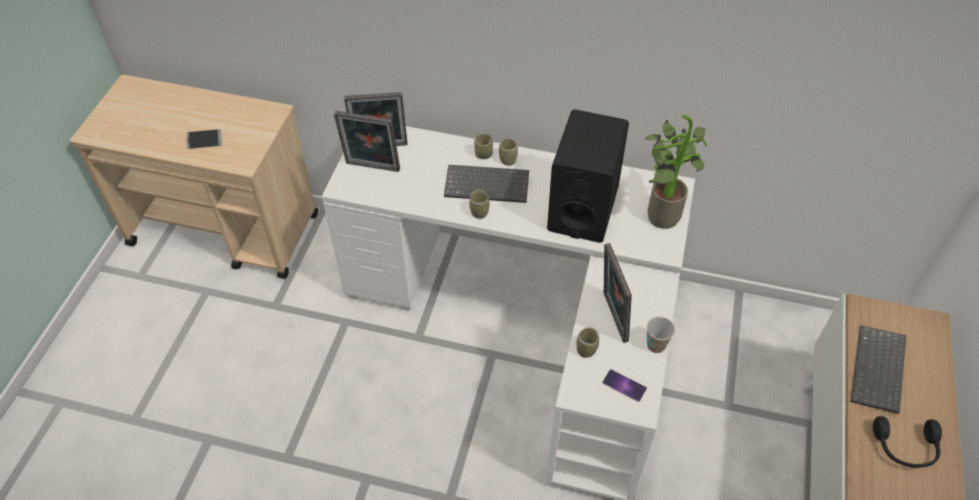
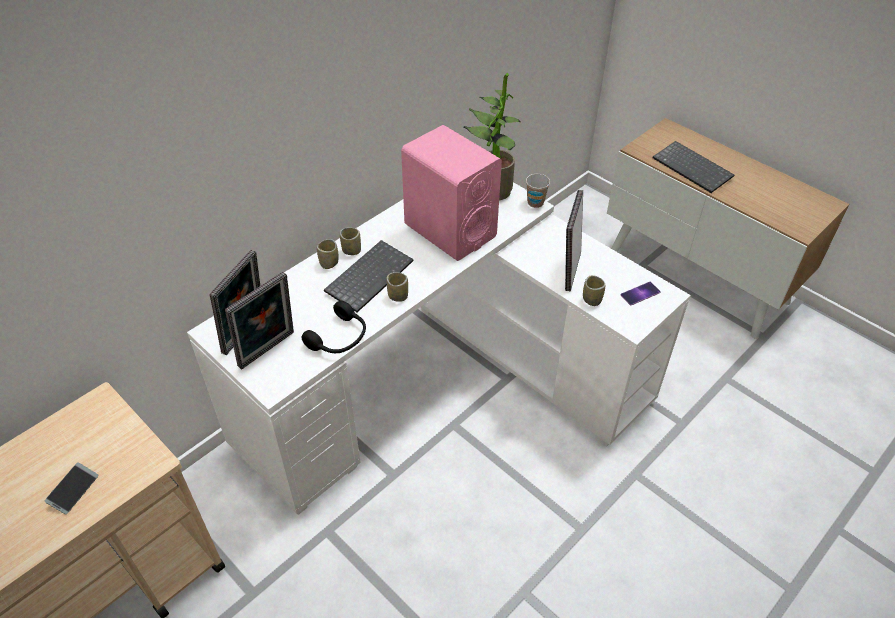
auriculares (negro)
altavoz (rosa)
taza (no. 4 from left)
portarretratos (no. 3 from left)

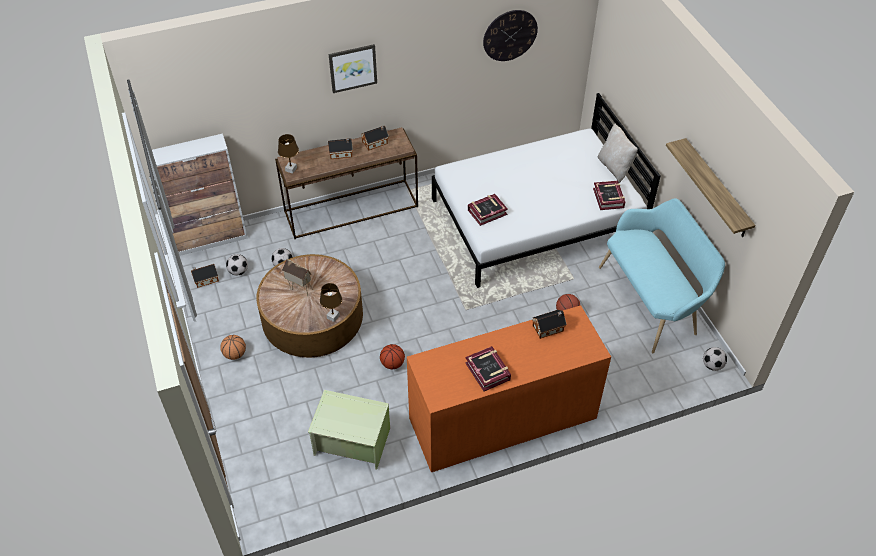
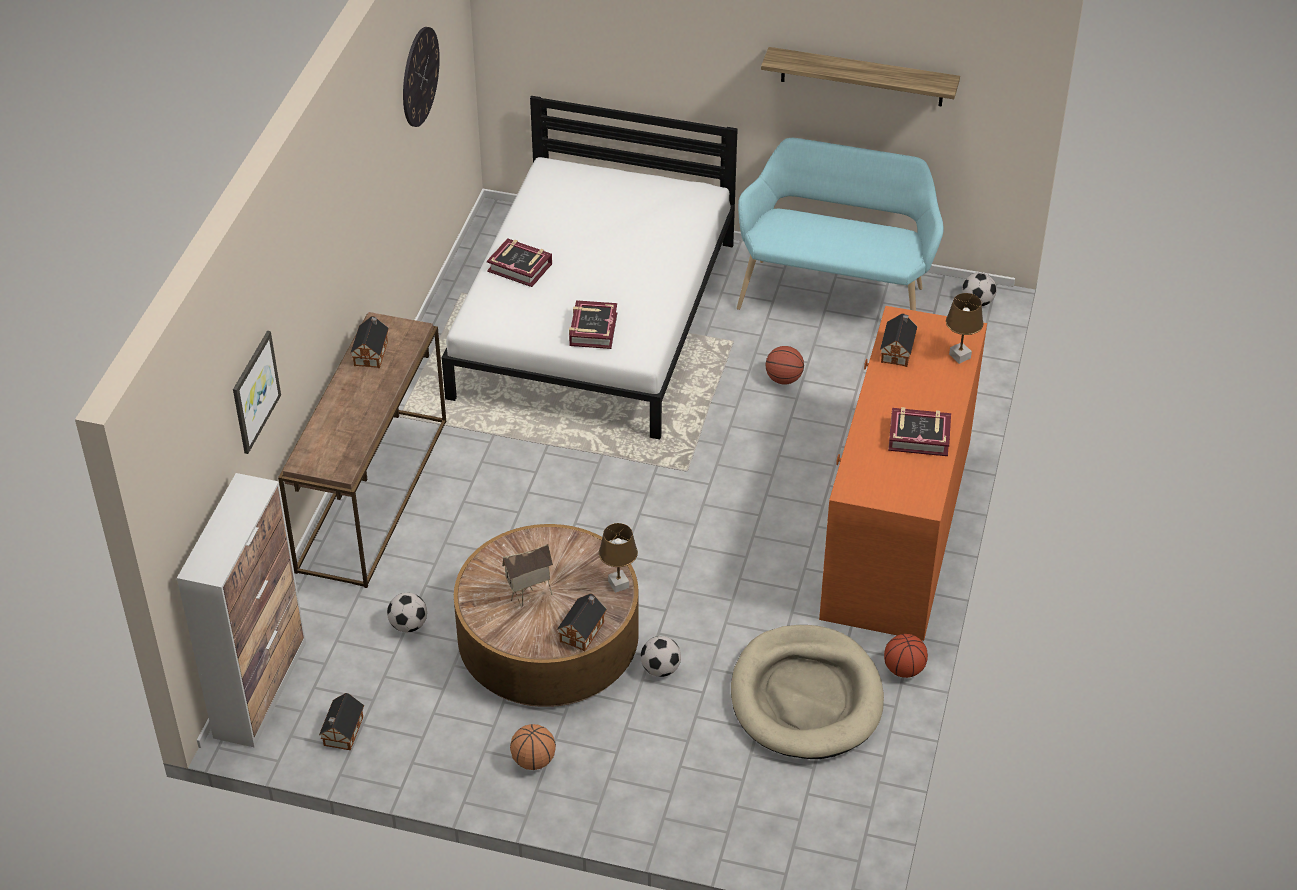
cuadro
libro (no. 1 from left)
casita (no. 4 from left)
balón de fútbol (no. 2 from left)
cama para perro (beis)
balón de baloncesto (no. 3 from left)
lámpara de mesa (marrón) (no. 2 from left)
cojín (beis)

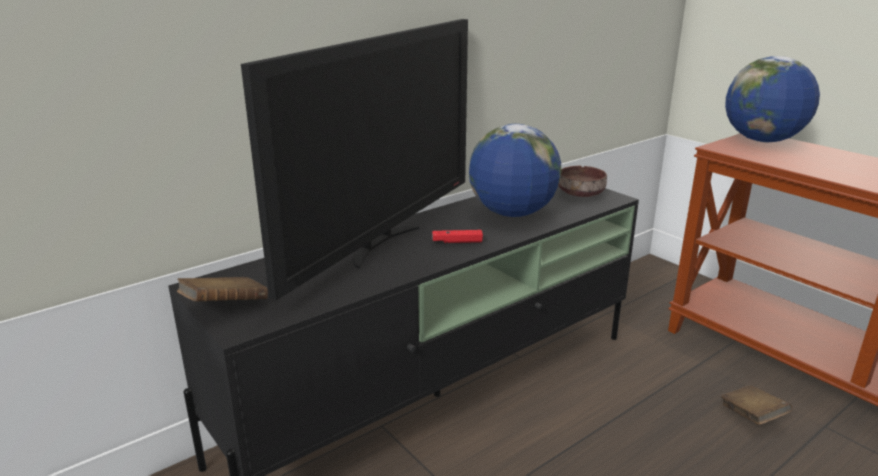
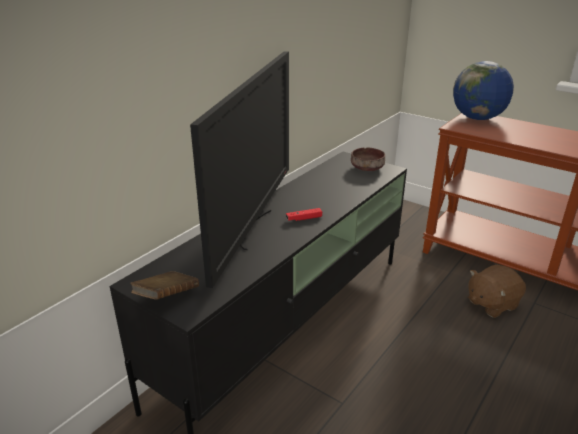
peluche (marrón)
globo terráqueo (no. 1 from left in the first image)

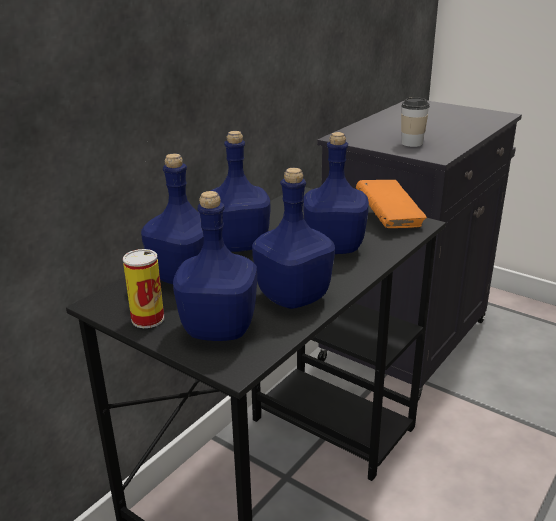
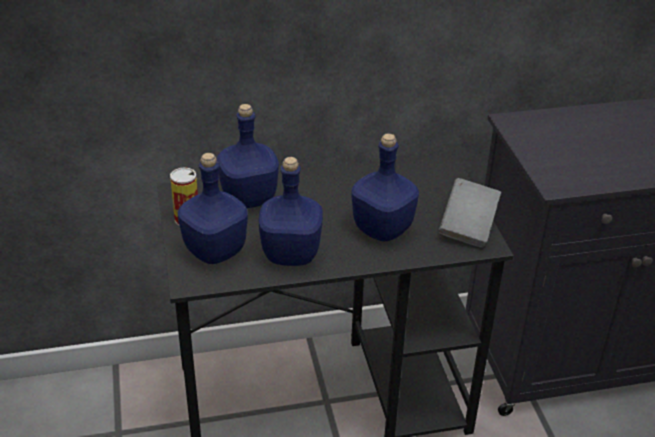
libro (gris)
botella (azul) (no. 3 from left in the first image)
taza

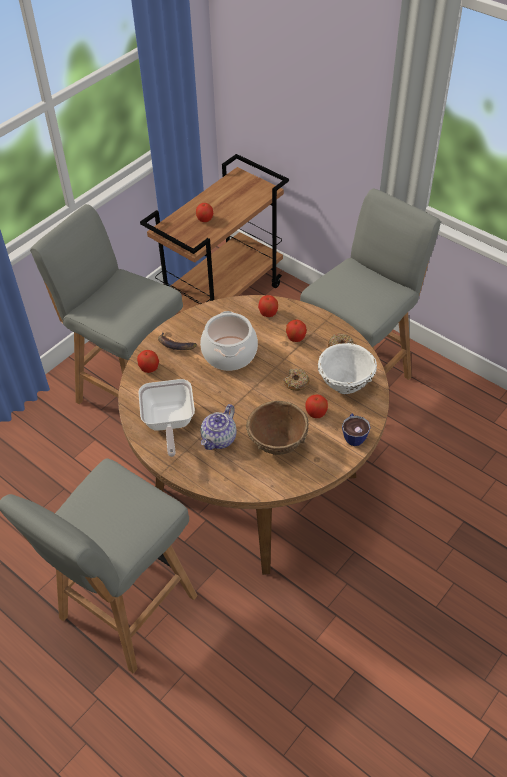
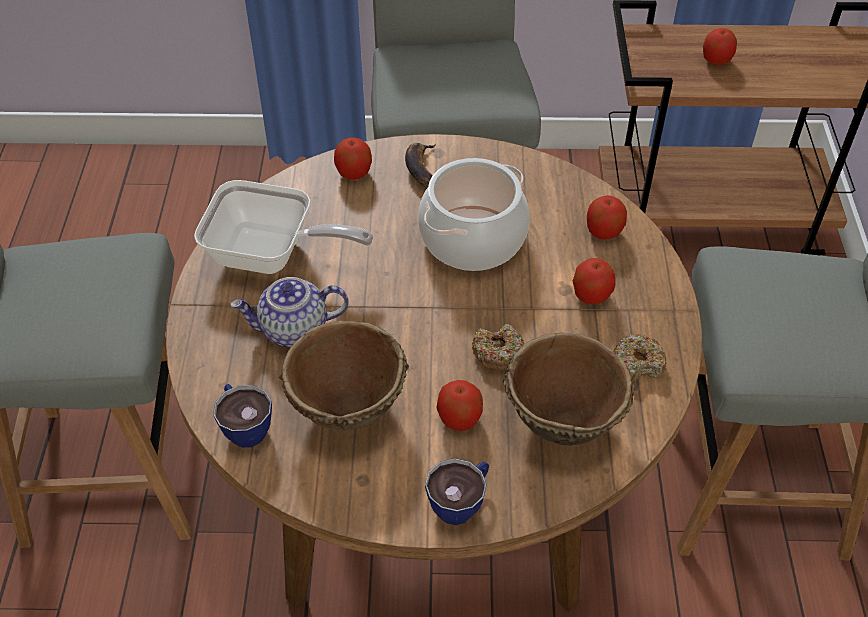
sartén
taza (no. 1 from left)
cuenco (marrón) (no. 2 from left)

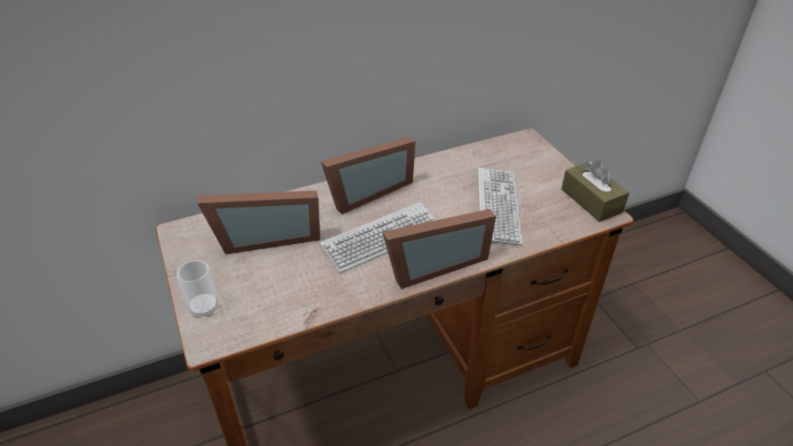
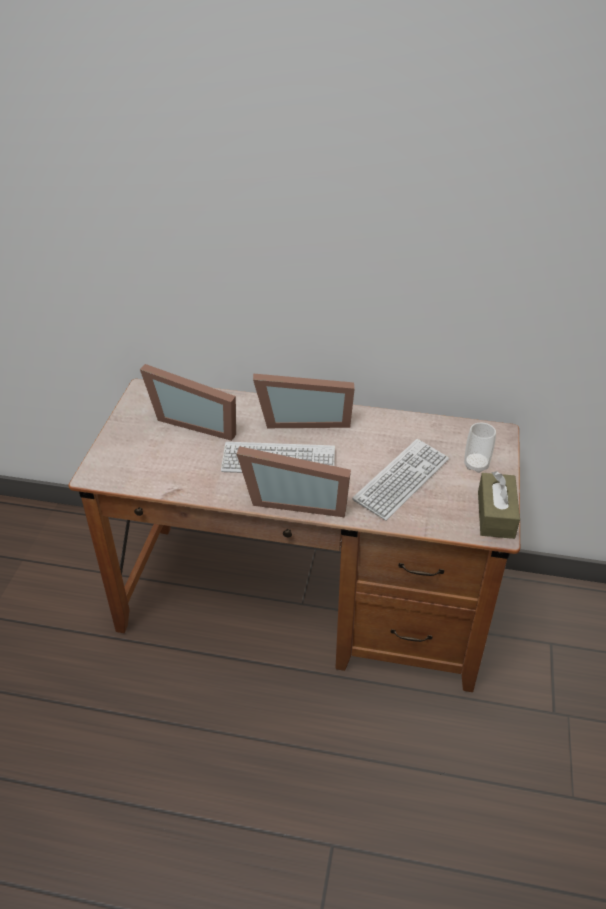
taza

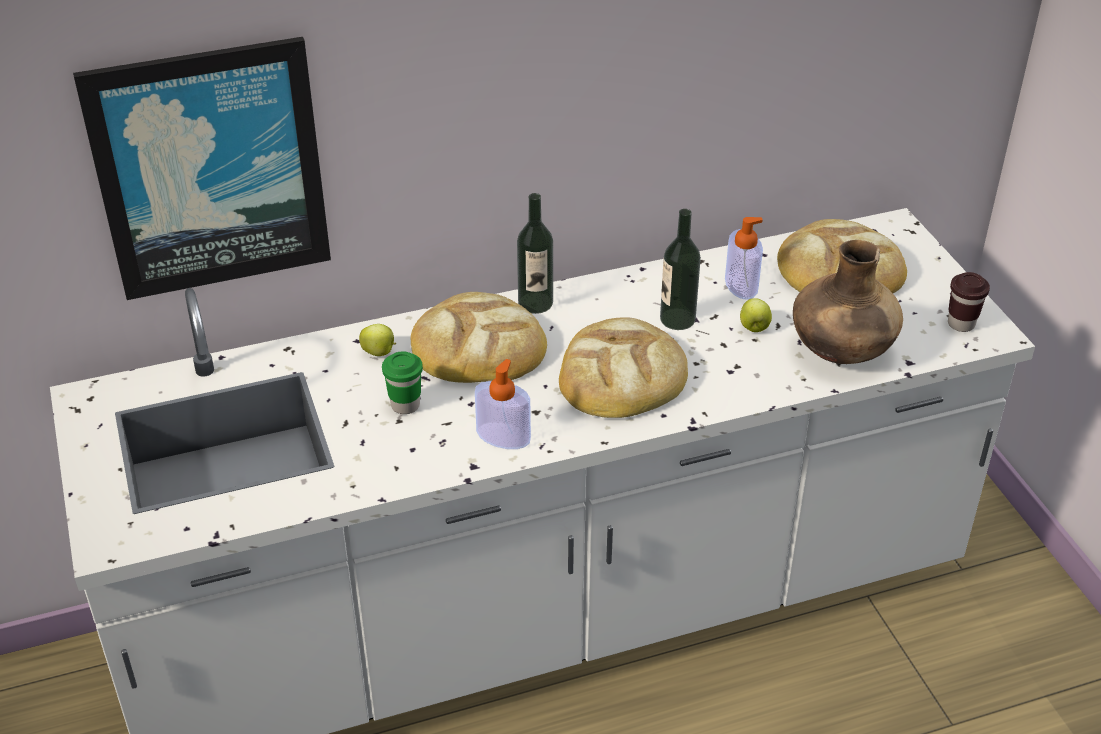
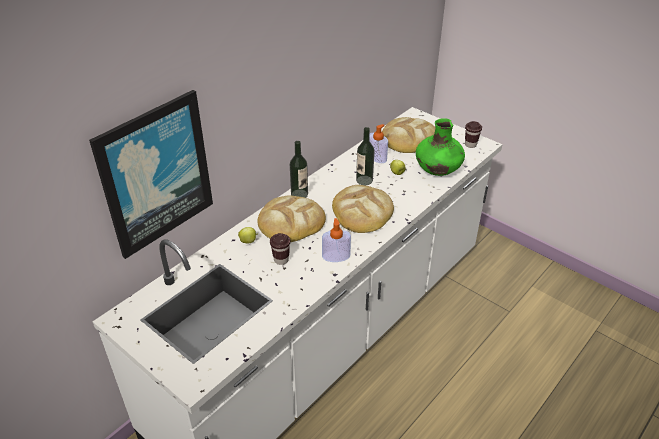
taza (marrón) (no. 1 from left)
florero (verde)

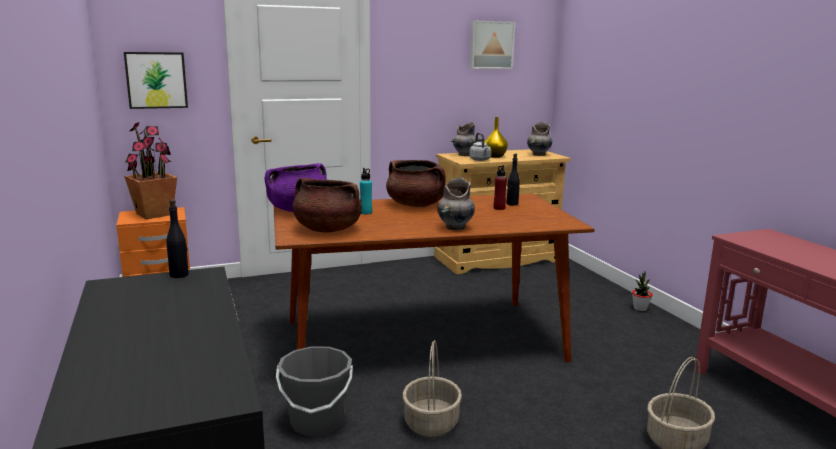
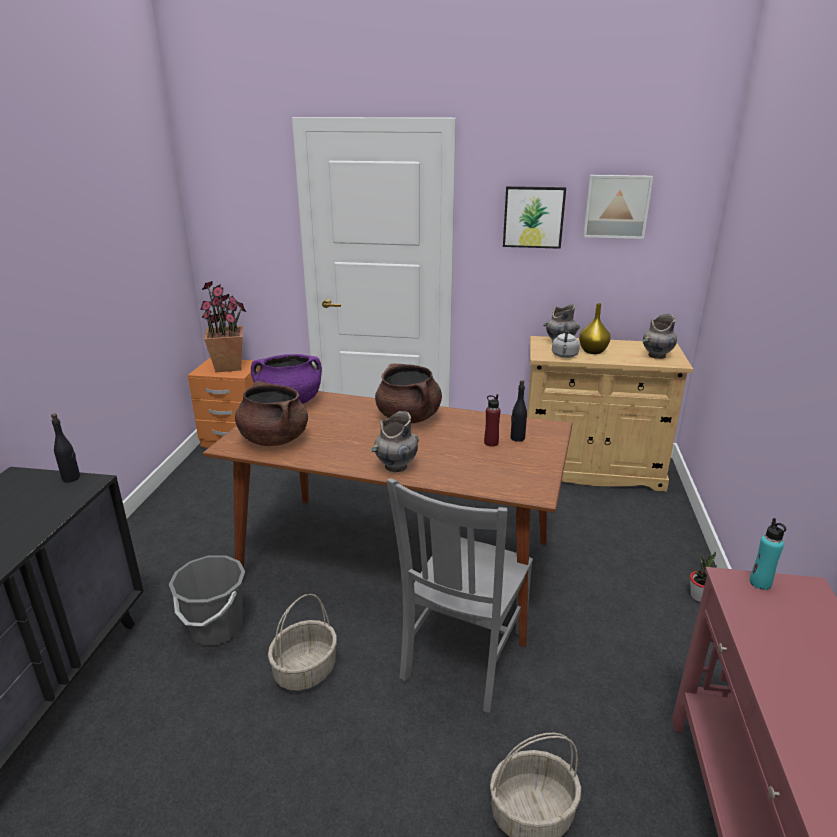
silla (gris)
cuadro (no. 1 from left)
botella (turquesa)

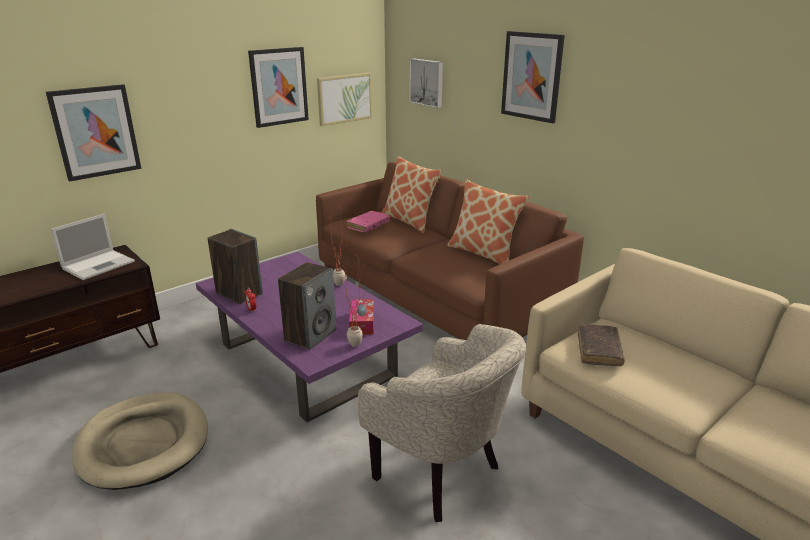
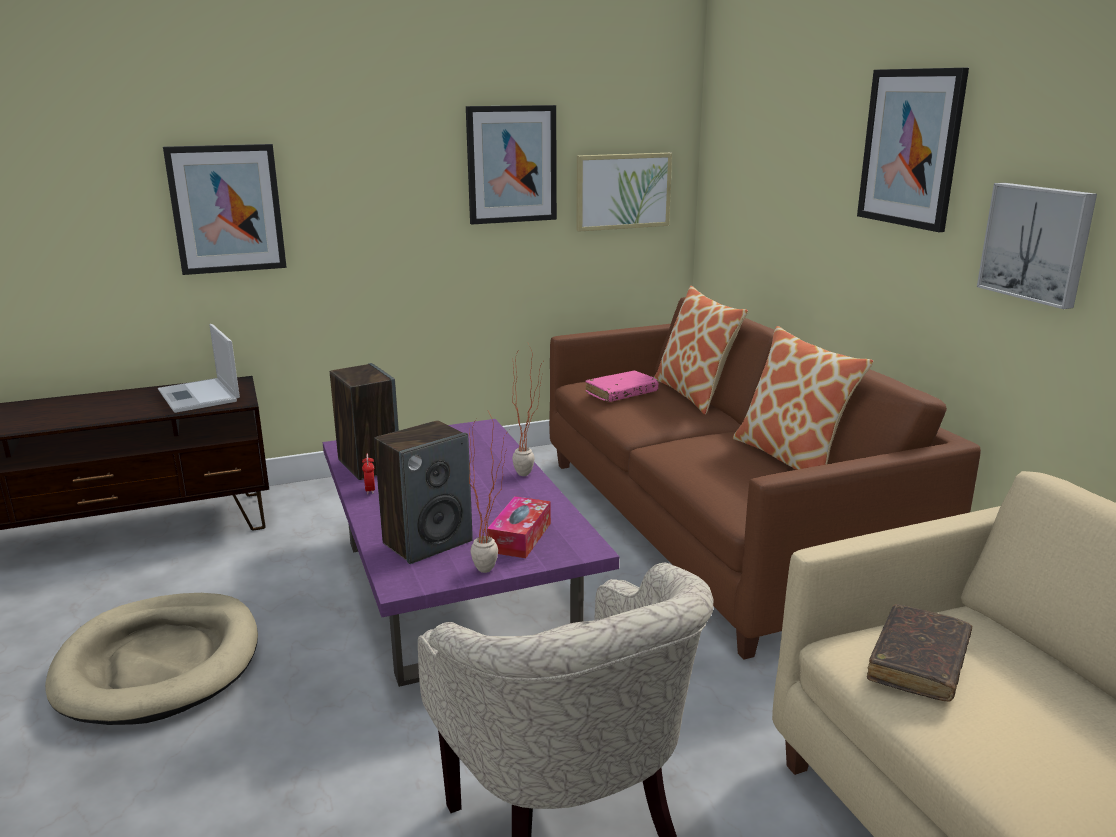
portátil
cuadro (no. 5 from left)

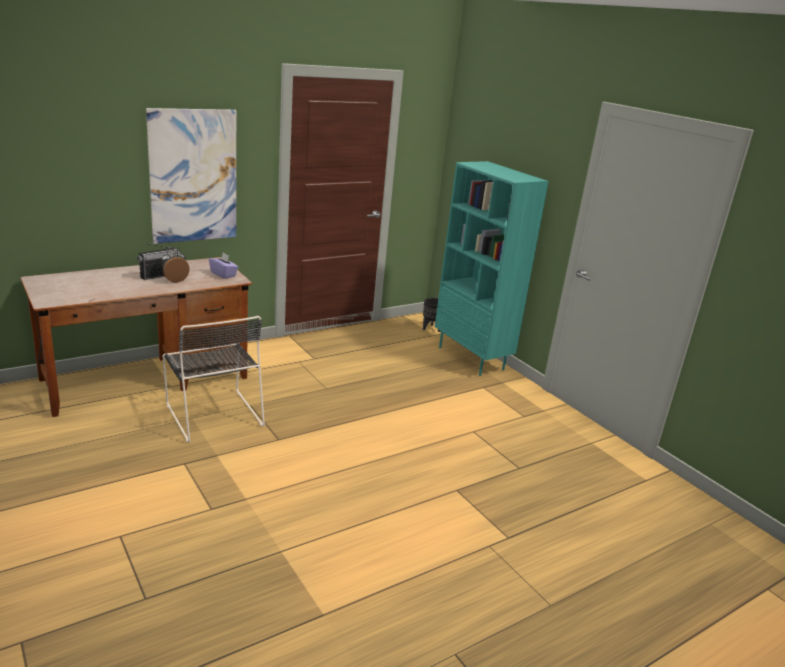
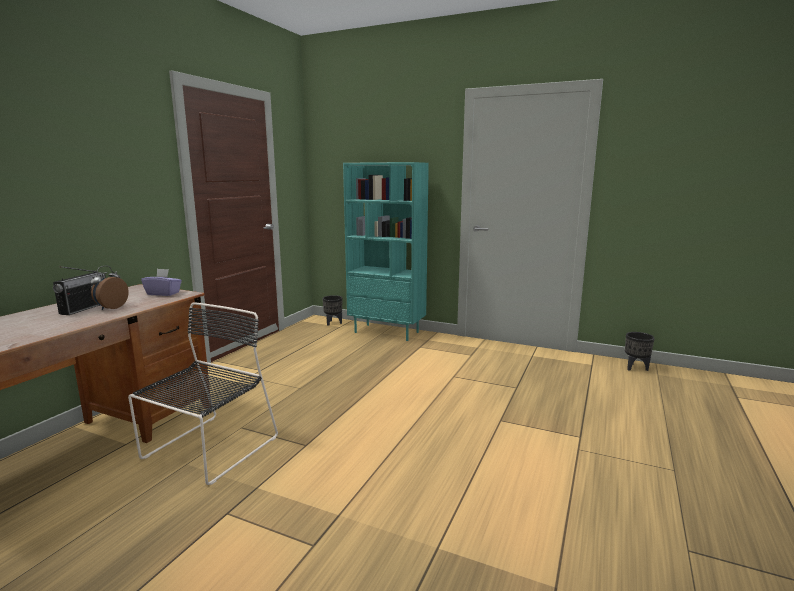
silla (negro)
maceta (negro) (no. 2 from left)
cuadro

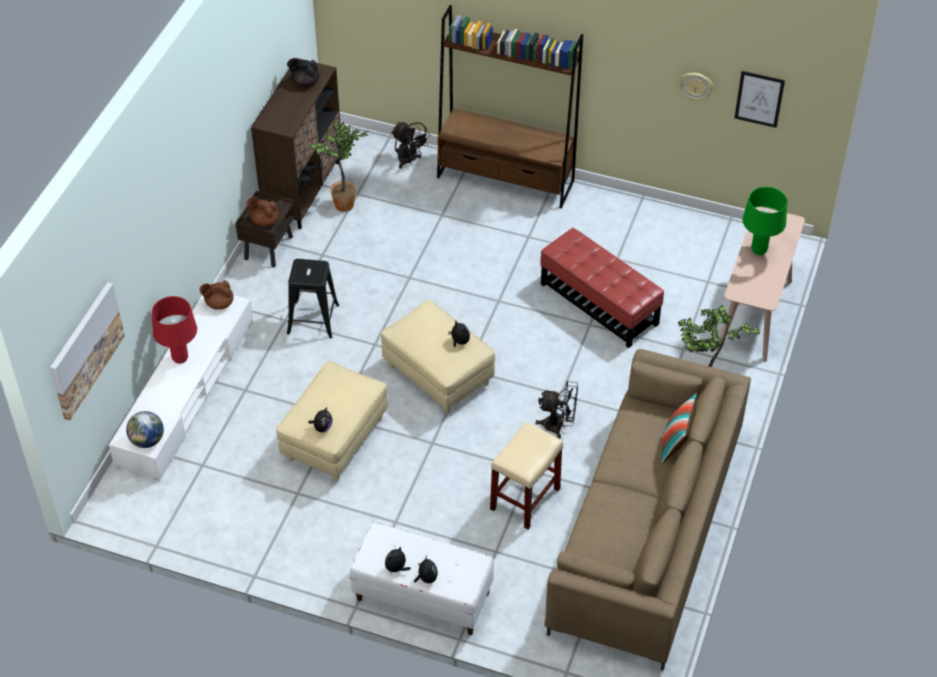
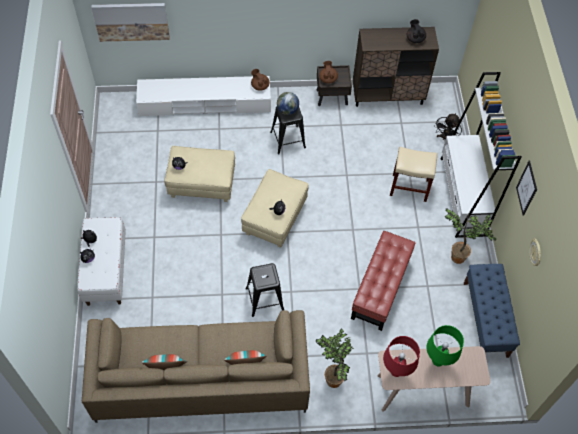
cojín (no. 1 from left)
taburete (negro) (no. 1 from left)
globo terráqueo
lámpara de mesa (rojo)
taburete (beis)
estantería (blanco)
planta en maceta (no. 2 from left)
banco (azul)
cuadro (no. 2 from left)

